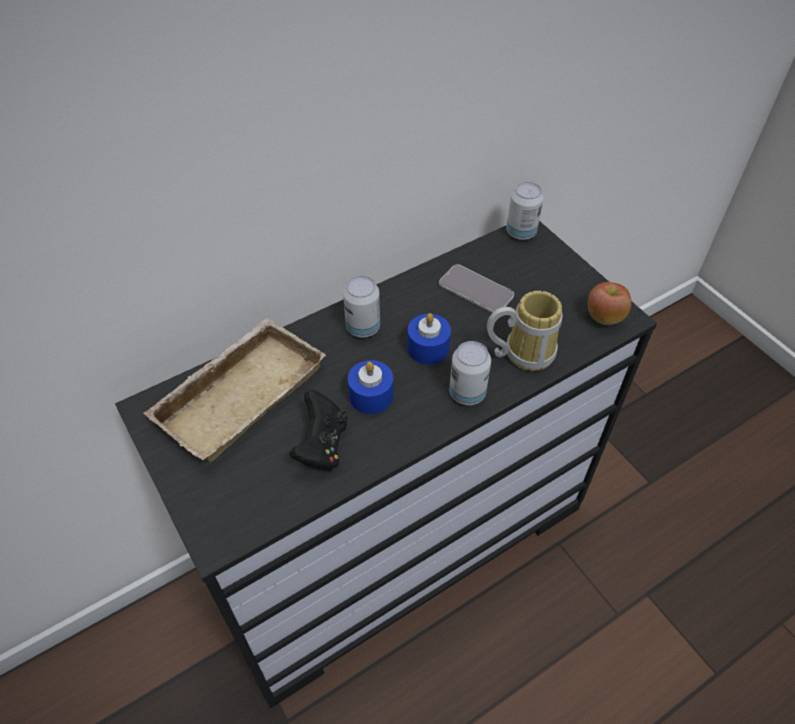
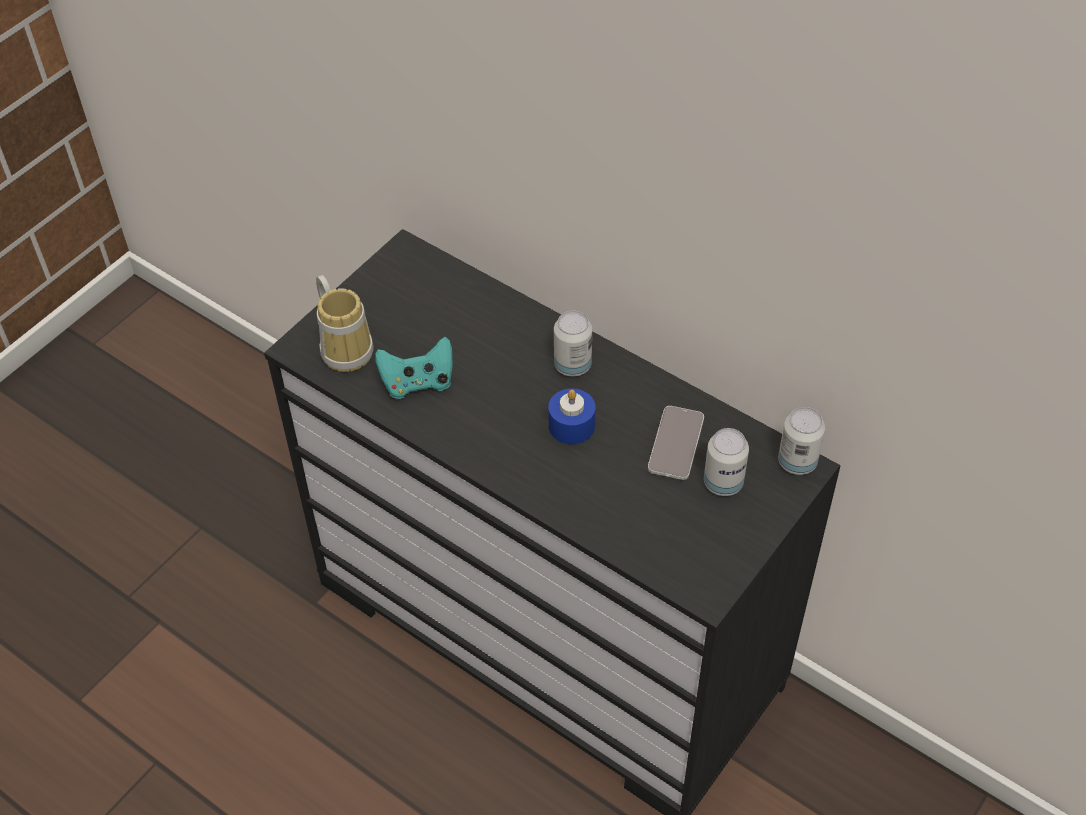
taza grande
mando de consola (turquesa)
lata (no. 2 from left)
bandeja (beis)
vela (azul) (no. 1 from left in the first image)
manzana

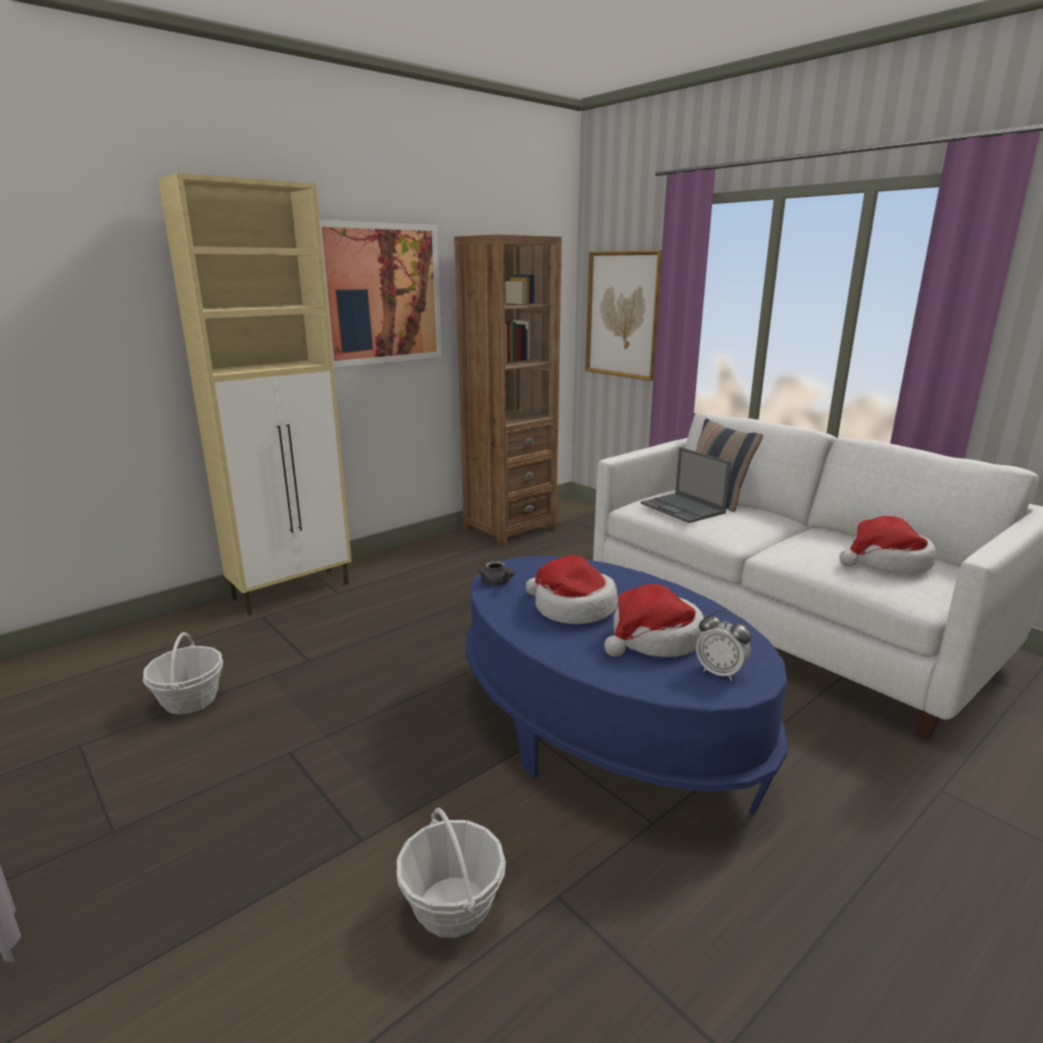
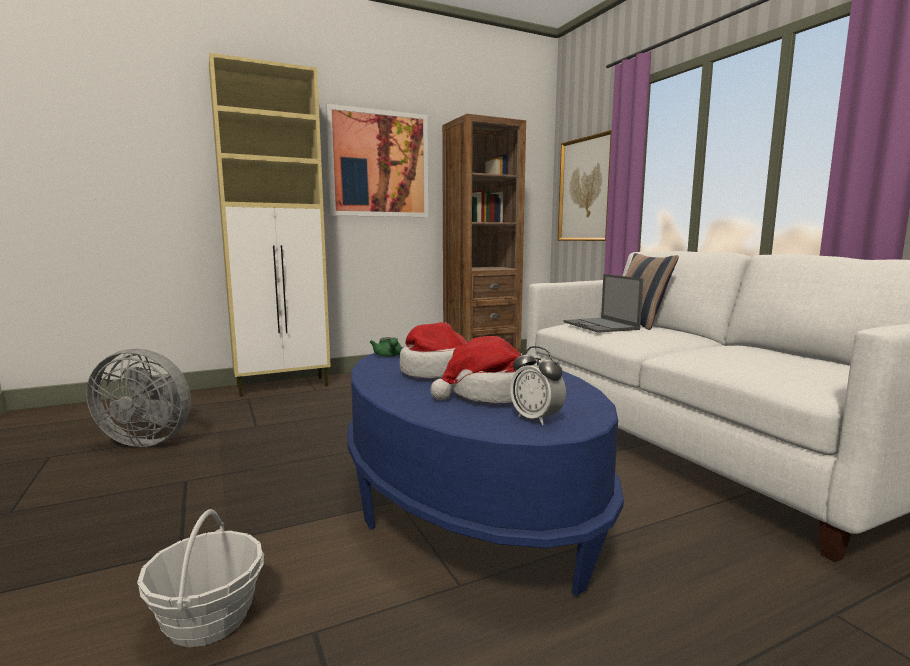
ventilador (gris)
tetera (verde)
sombrero (no. 3 from left in the first image)

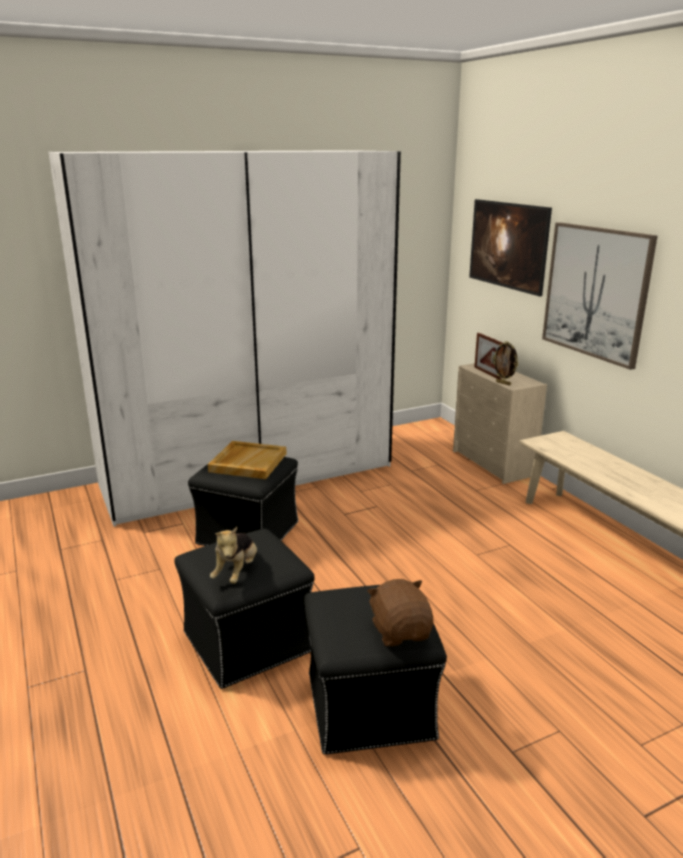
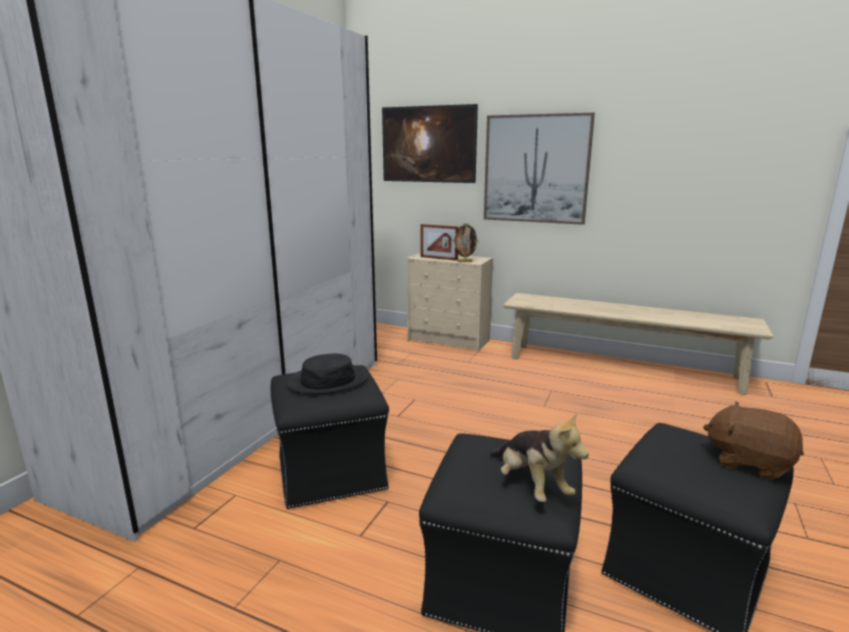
sombrero (negro)

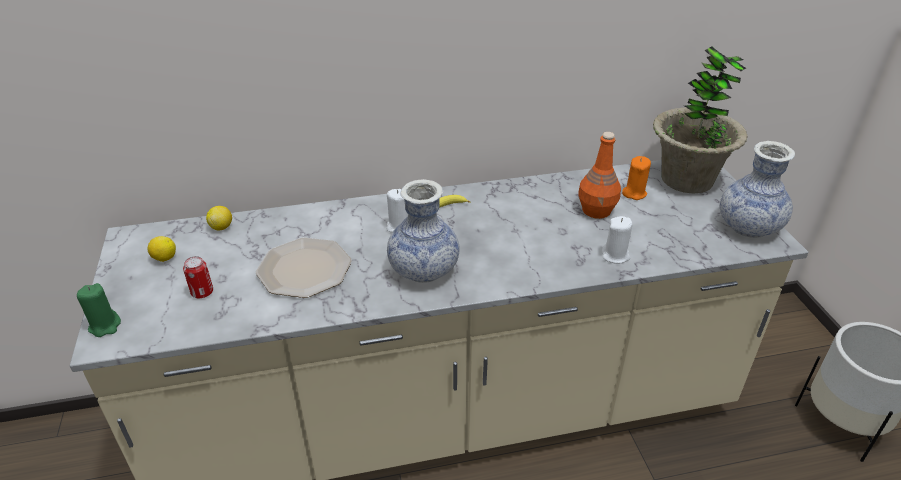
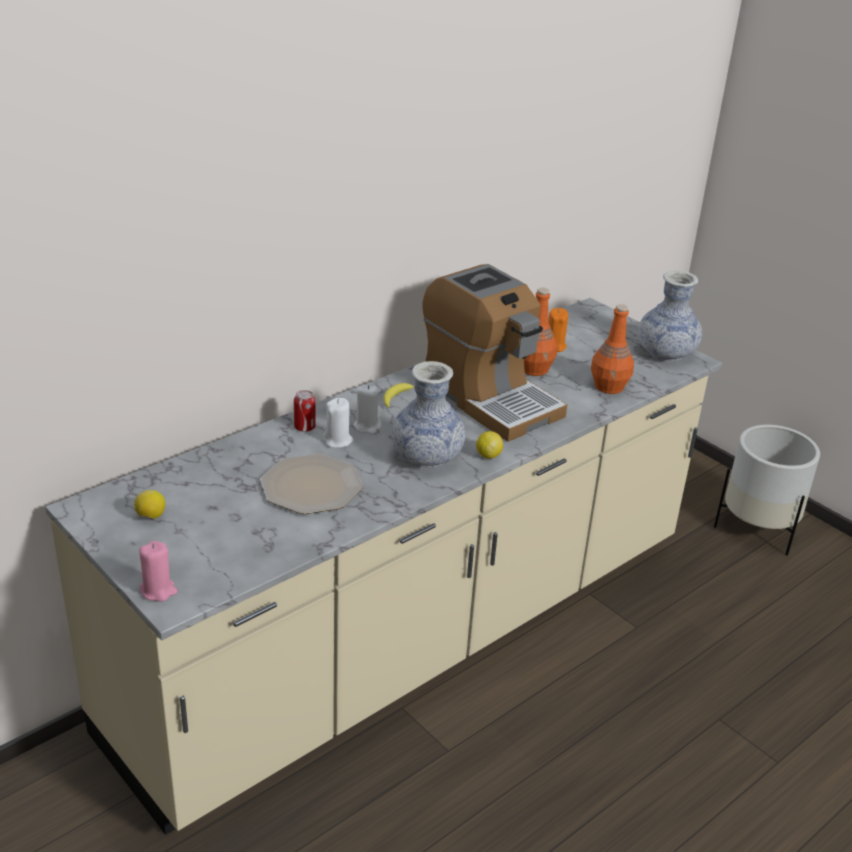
vela (rosa)
lata
vela (blanco) (no. 1 from left)
cafetera
limón (no. 2 from left)
botella (naranja) (no. 2 from left)
planta en maceta

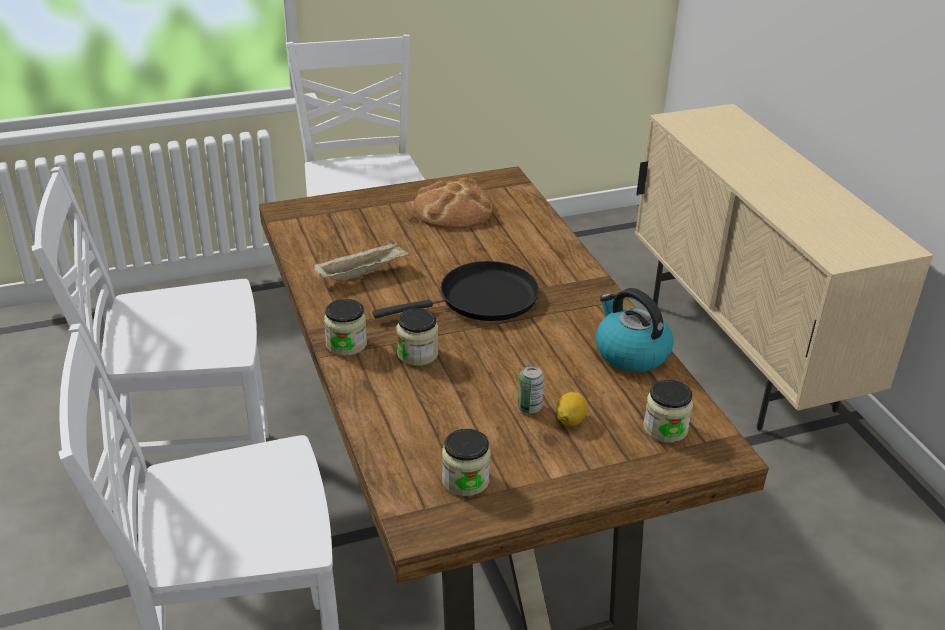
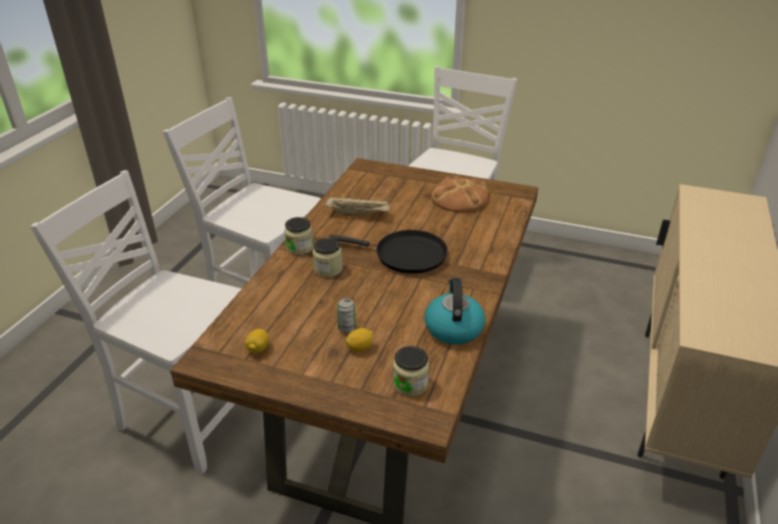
limón (no. 1 from left)

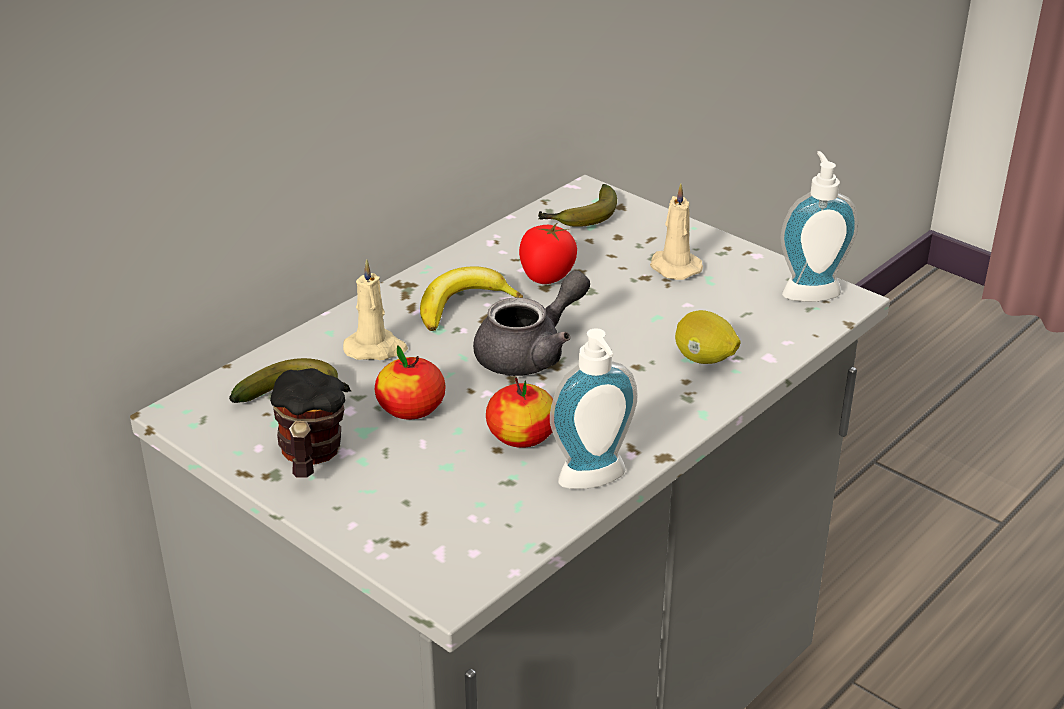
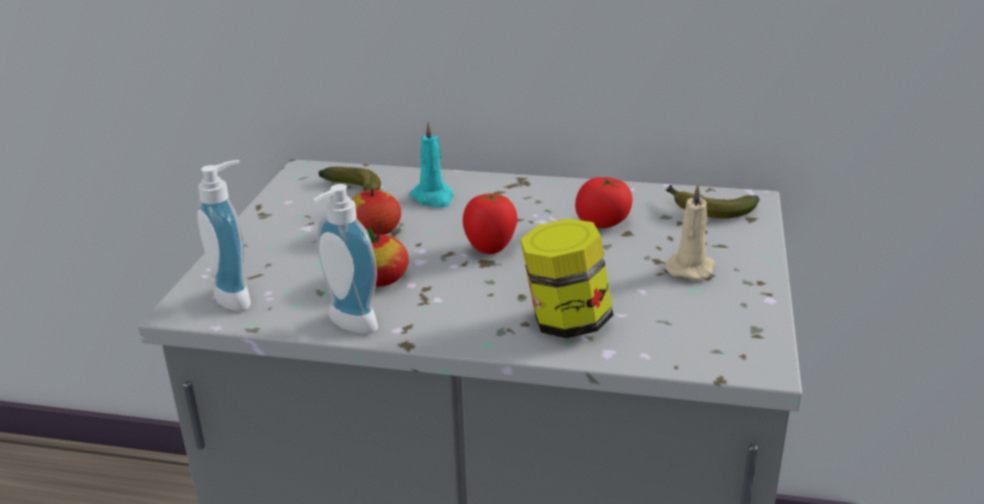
dispensador de jabón (no. 1 from left)
vela (turquesa)
tomate (no. 1 from left)
tarro
taza grande
plátano (no. 2 from left in the first image)

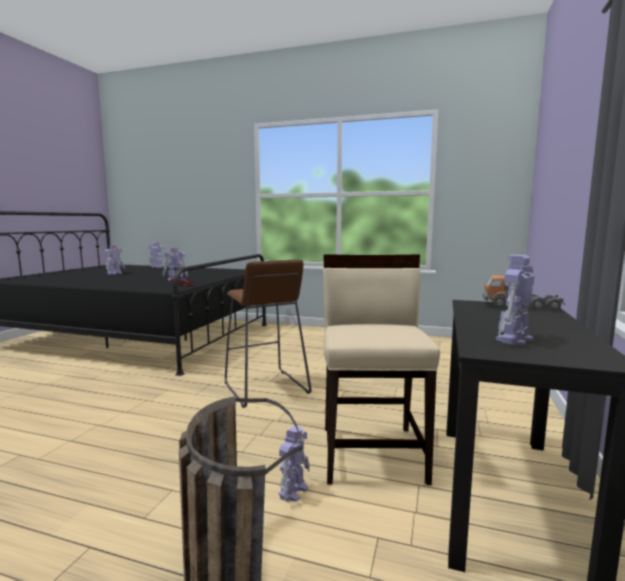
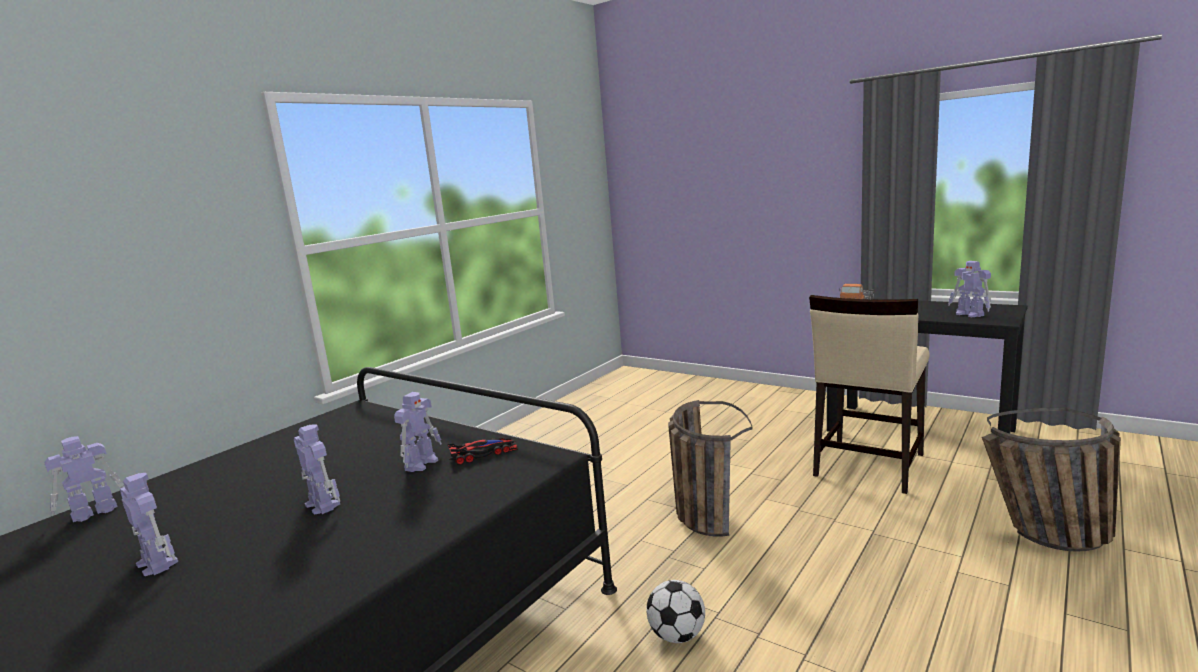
robot de juguete (no. 3 from left)
balón de fútbol
cesta (no. 1 from left)
silla (beis)

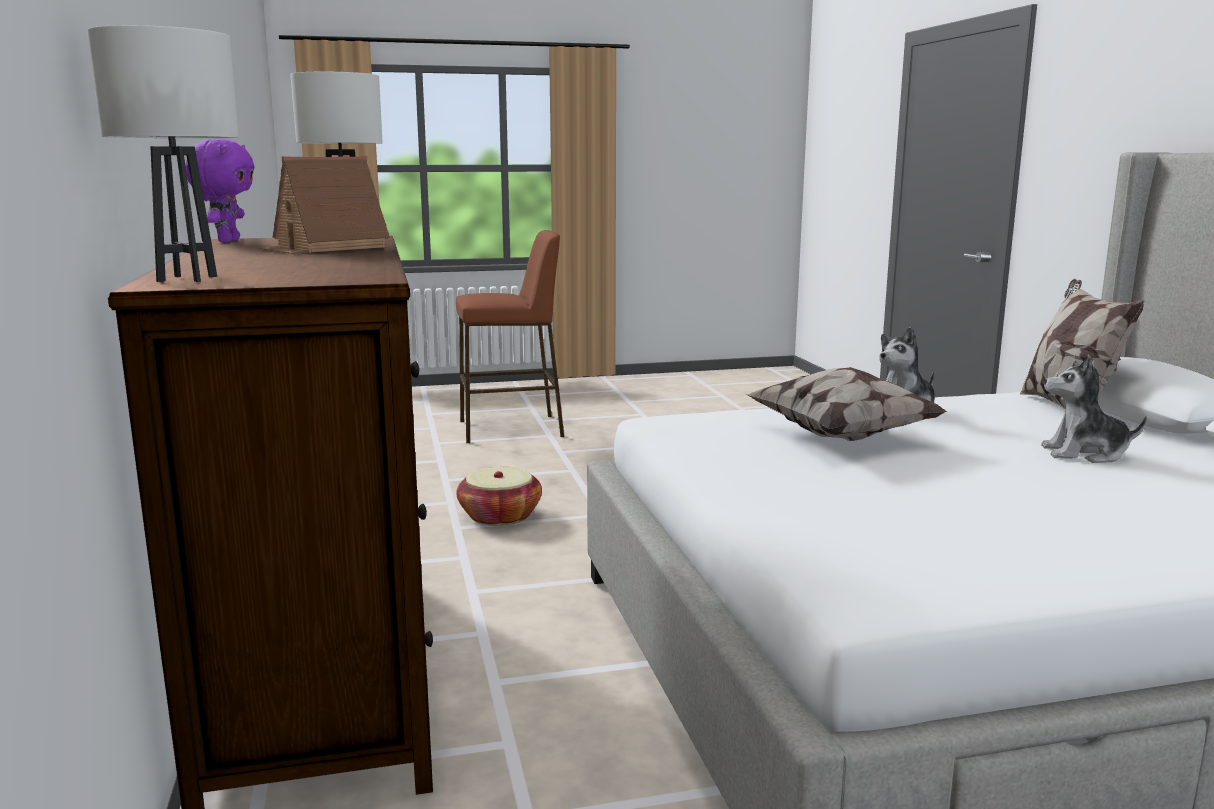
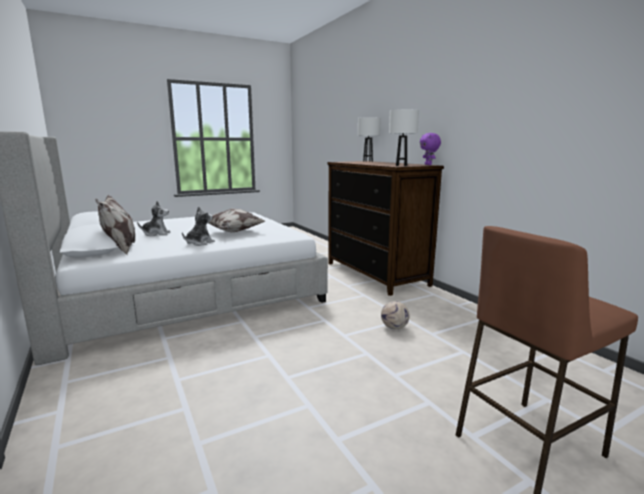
balón de fútbol
casita

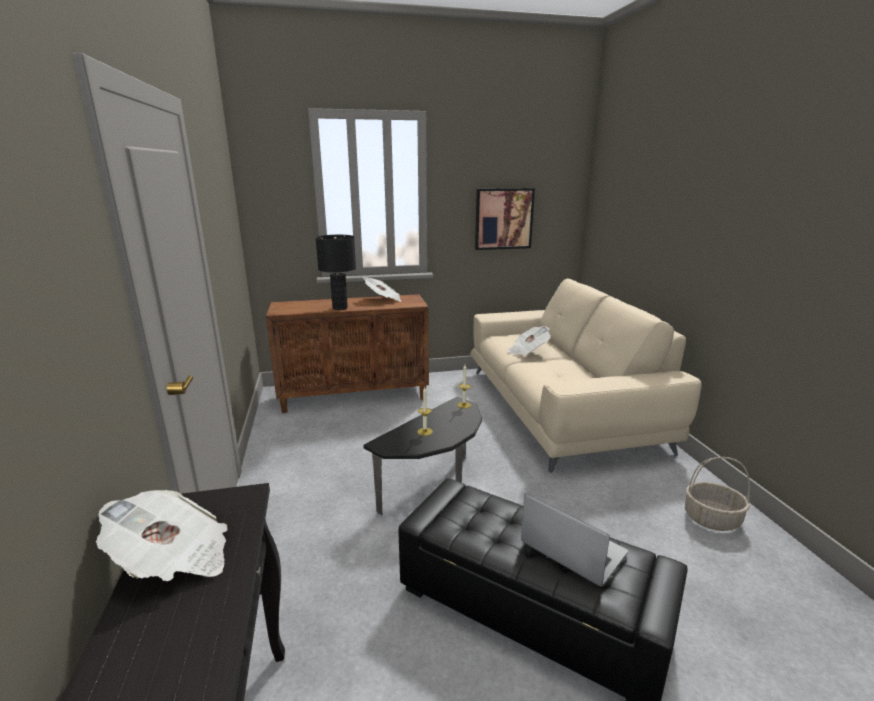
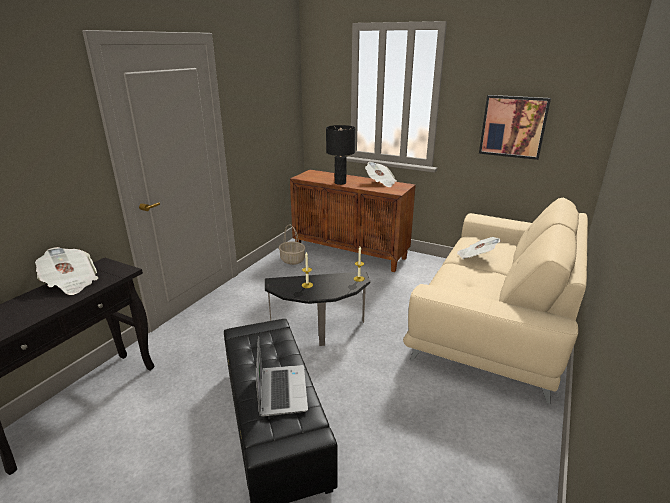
cesta

